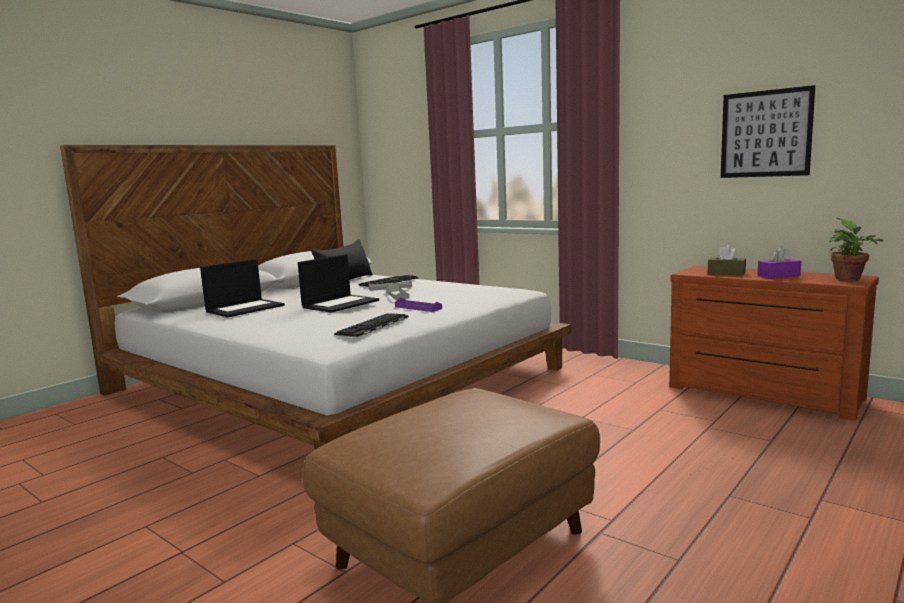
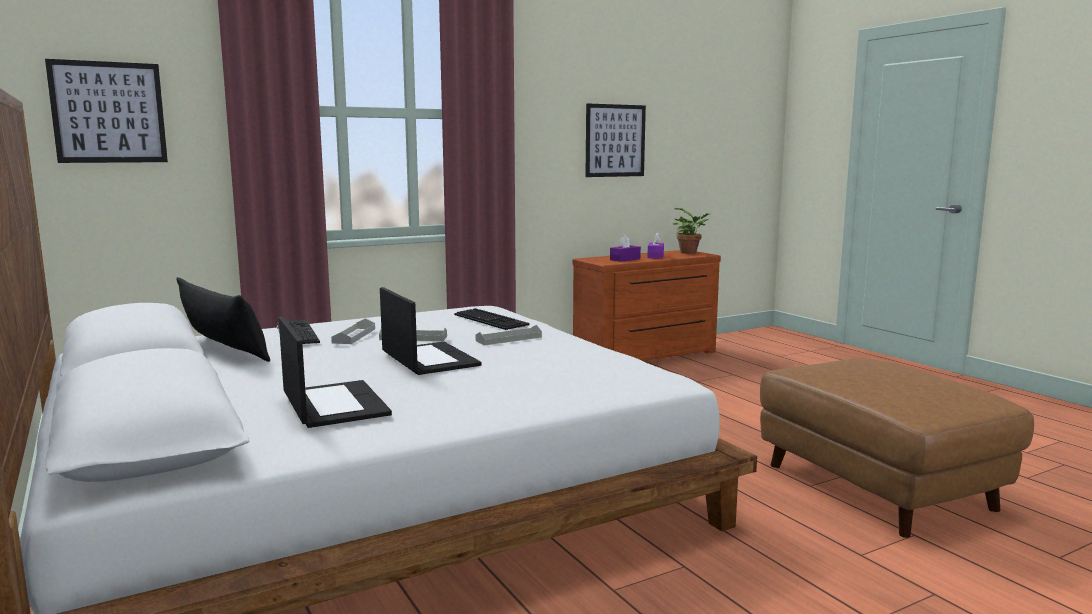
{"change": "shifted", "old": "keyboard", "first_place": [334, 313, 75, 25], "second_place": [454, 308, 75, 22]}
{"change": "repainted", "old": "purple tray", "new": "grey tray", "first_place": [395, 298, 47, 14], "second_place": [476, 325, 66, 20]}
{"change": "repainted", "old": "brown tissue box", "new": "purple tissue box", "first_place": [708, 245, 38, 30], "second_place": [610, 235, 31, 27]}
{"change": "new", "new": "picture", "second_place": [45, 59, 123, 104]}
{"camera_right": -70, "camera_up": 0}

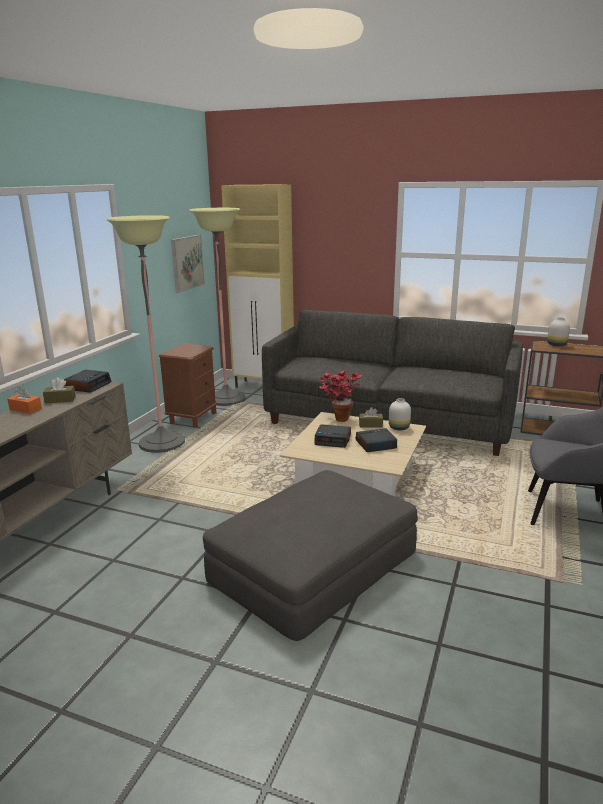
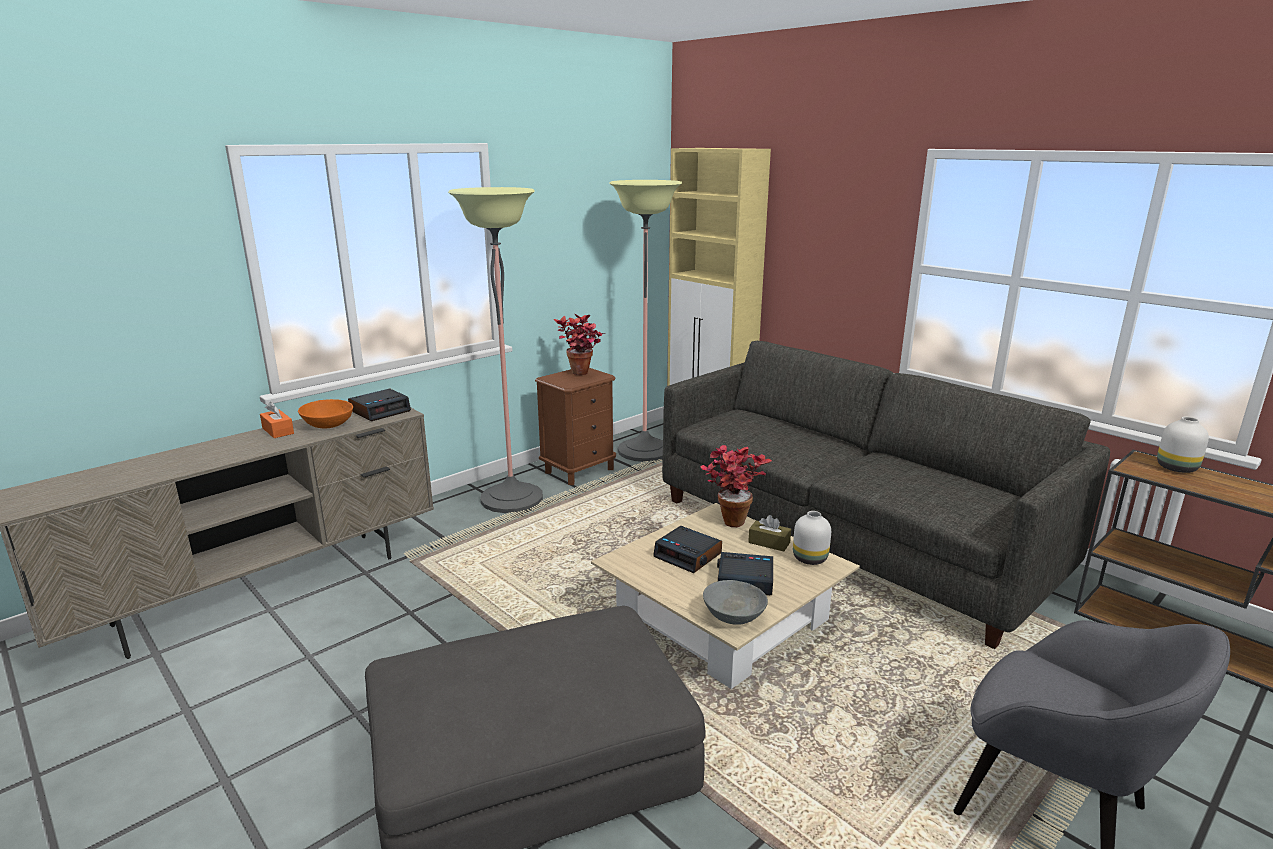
{"change": "swapped", "old": "brown tissue box", "new": "orange bowl", "first_place": [43, 378, 33, 25], "second_place": [298, 399, 55, 29]}
{"change": "gone", "old": "picture", "first_place": [171, 235, 34, 58]}
{"change": "new", "new": "potted plant", "second_place": [553, 314, 51, 61]}
{"change": "new", "new": "grey bowl", "second_place": [703, 580, 65, 45]}
{"camera_right": 25, "camera_up": 0}

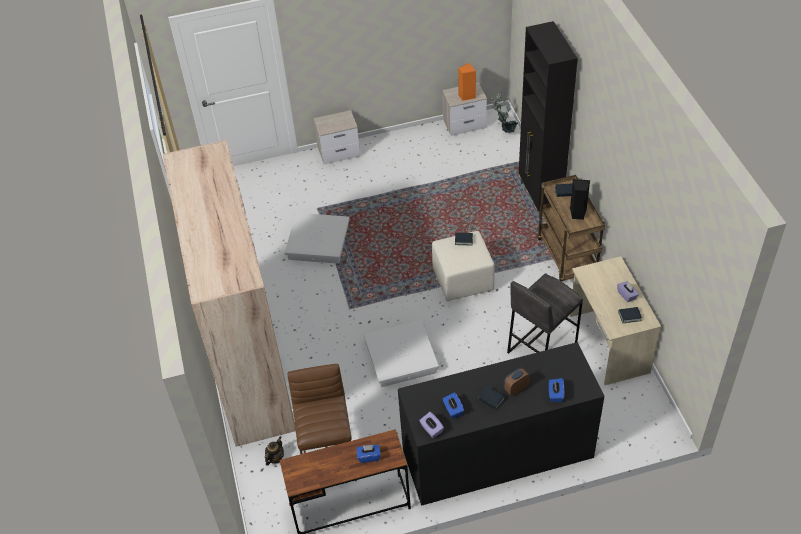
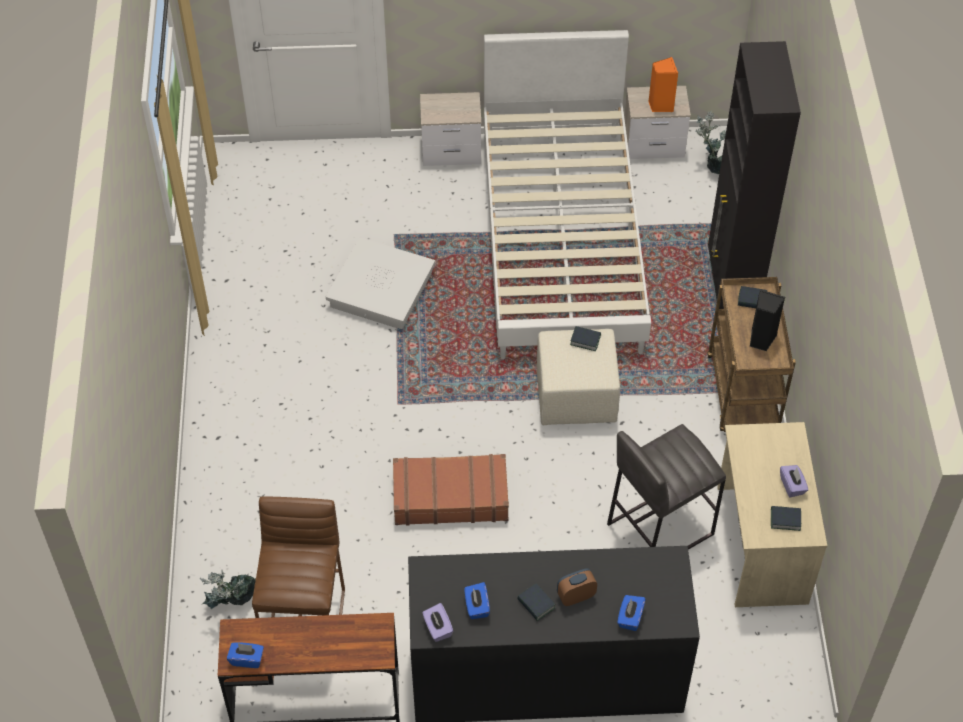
{"change": "gone", "old": "beige wardrobe", "first_place": [163, 140, 133, 307]}
{"change": "swapped", "old": "teapot", "new": "potted plant", "first_place": [265, 437, 19, 28], "second_place": [200, 570, 56, 39]}
{"change": "shifted", "old": "blue tissue box", "first_place": [357, 445, 24, 18], "second_place": [227, 642, 37, 26]}
{"change": "swapped", "old": "white storage box", "new": "brown suitcase", "first_place": [364, 320, 75, 67], "second_place": [393, 454, 116, 71]}
{"change": "new", "new": "white bed", "second_place": [484, 30, 167, 329]}
{"camera_right": 10, "camera_up": 5}

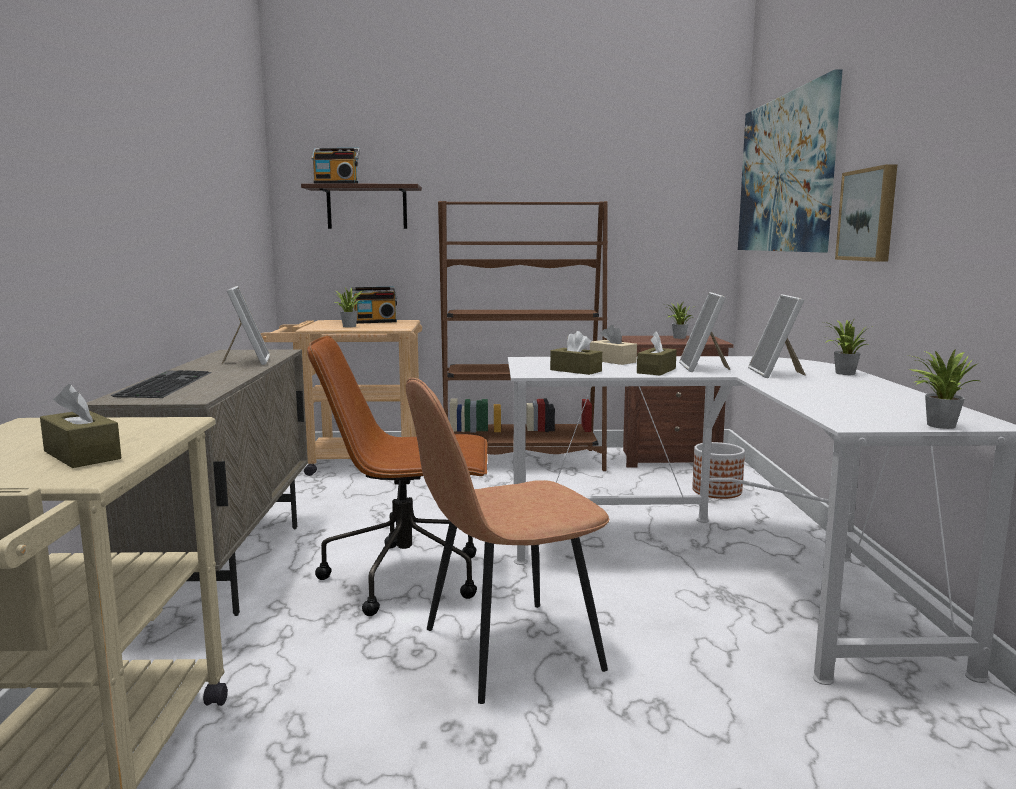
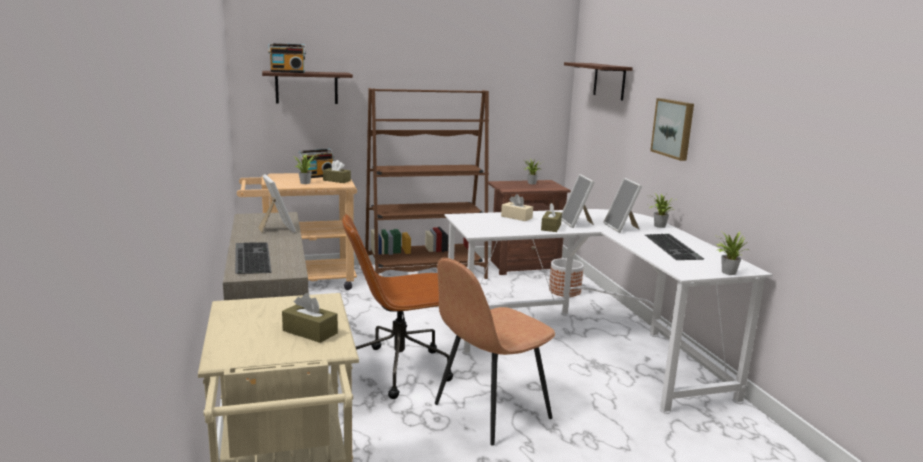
{"change": "shifted", "old": "brown tissue box", "first_place": [550, 331, 52, 44], "second_place": [323, 160, 28, 23]}
{"change": "swapped", "old": "picture", "new": "shelf", "first_place": [738, 69, 104, 183], "second_place": [564, 62, 69, 38]}
{"change": "new", "new": "keyboard", "second_place": [645, 234, 59, 26]}
{"camera_right": -15, "camera_up": 5}

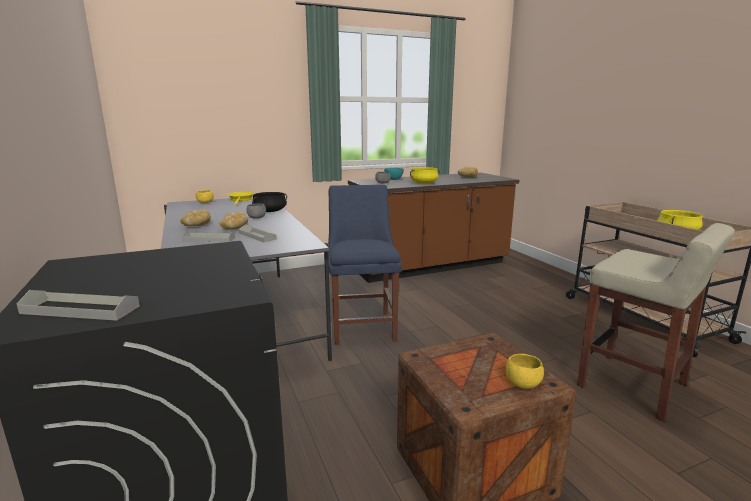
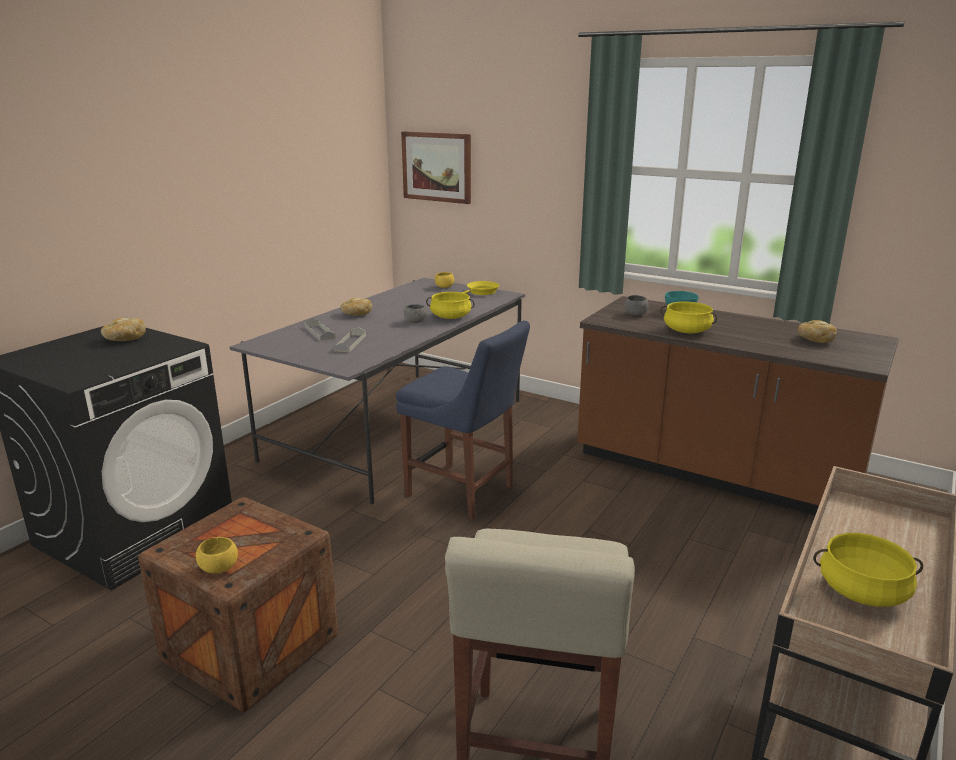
{"change": "gone", "old": "grey tray", "first_place": [16, 290, 124, 31]}
{"change": "shifted", "old": "bread", "first_place": [219, 211, 29, 18], "second_place": [101, 318, 45, 23]}
{"change": "repainted", "old": "black cooking pot", "new": "yellow cooking pot", "first_place": [252, 192, 35, 20], "second_place": [426, 292, 49, 27]}
{"change": "rotated", "old": "blue chair", "first_place": [328, 185, 74, 160], "second_place": [396, 321, 134, 199], "degrees": 75}
{"change": "new", "new": "picture", "second_place": [401, 132, 70, 72]}
{"camera_right": 55, "camera_up": 5}

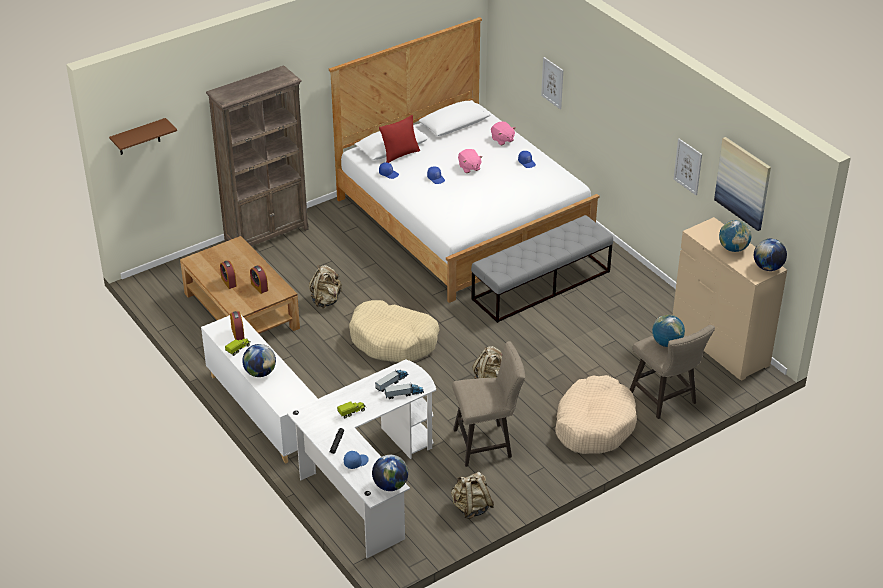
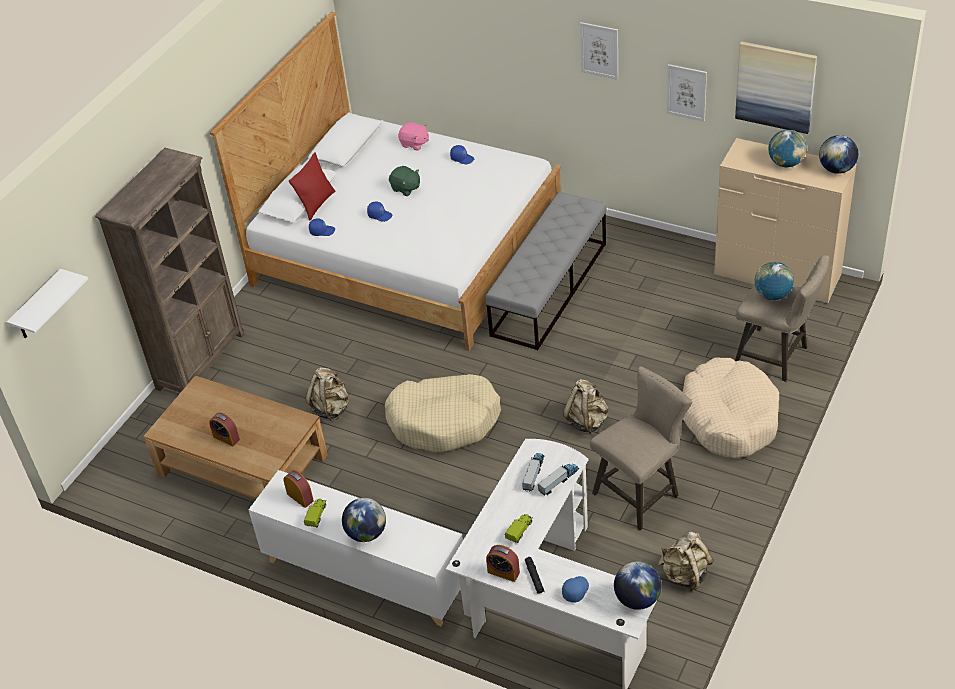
{"change": "repainted", "old": "brown shelf", "new": "white shelf", "first_place": [109, 118, 68, 37], "second_place": [7, 269, 81, 69]}
{"change": "shifted", "old": "alarm clock", "first_place": [250, 265, 18, 29], "second_place": [486, 545, 34, 37]}
{"change": "repainted", "old": "pink plush toy", "new": "green plush toy", "first_place": [458, 149, 25, 24], "second_place": [389, 166, 31, 30]}
{"change": "shifted", "old": "picture", "first_place": [541, 57, 22, 52], "second_place": [580, 22, 38, 58]}
{"camera_right": -25, "camera_up": 5}

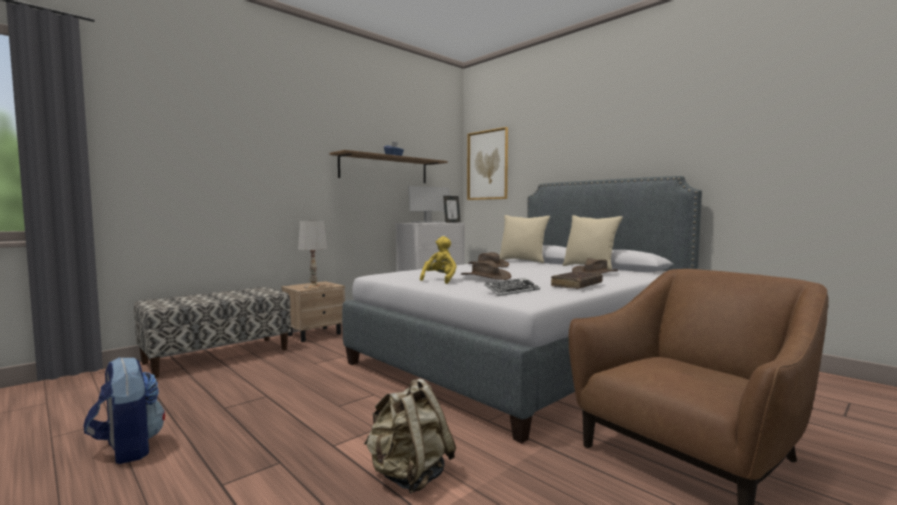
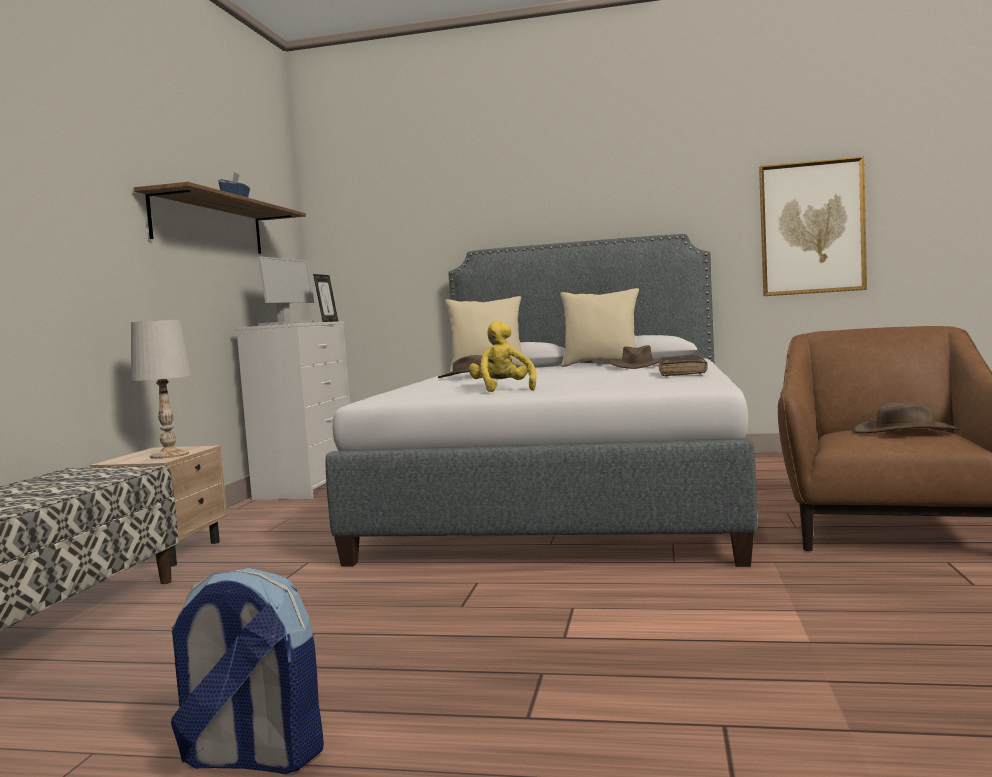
{"change": "gone", "old": "beige backpack", "first_place": [364, 379, 92, 115]}
{"change": "shifted", "old": "brown hat", "first_place": [461, 260, 50, 20], "second_place": [854, 401, 105, 32]}
{"change": "shifted", "old": "picture", "first_place": [467, 127, 41, 73], "second_place": [759, 156, 108, 140]}
{"change": "gone", "old": "keyboard", "first_place": [484, 278, 56, 18]}
{"camera_right": -35, "camera_up": 0}

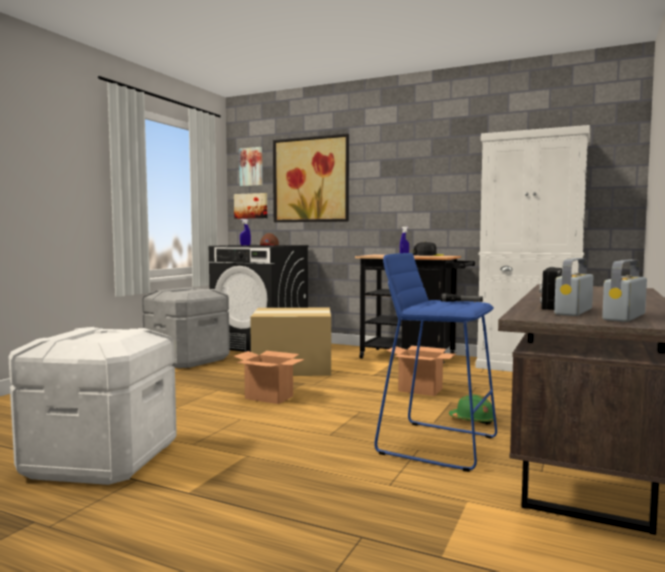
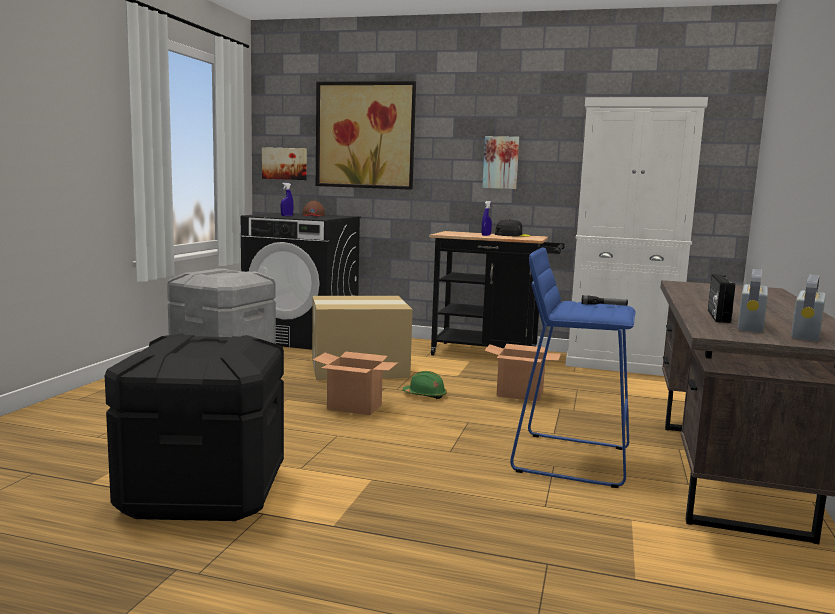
{"change": "repainted", "old": "white storage box", "new": "black storage box", "first_place": [9, 327, 168, 158], "second_place": [105, 333, 179, 188]}
{"change": "shifted", "old": "picture", "first_place": [239, 147, 23, 39], "second_place": [482, 136, 37, 53]}
{"change": "shifted", "old": "green hard hat", "first_place": [449, 394, 48, 31], "second_place": [403, 371, 44, 28]}
{"camera_right": -10, "camera_up": 5}

